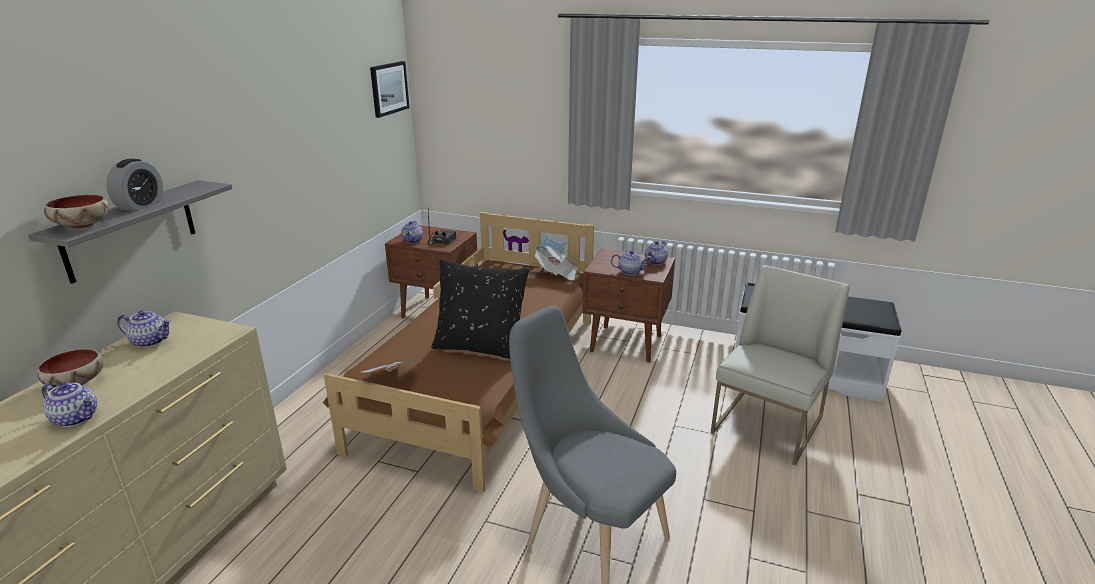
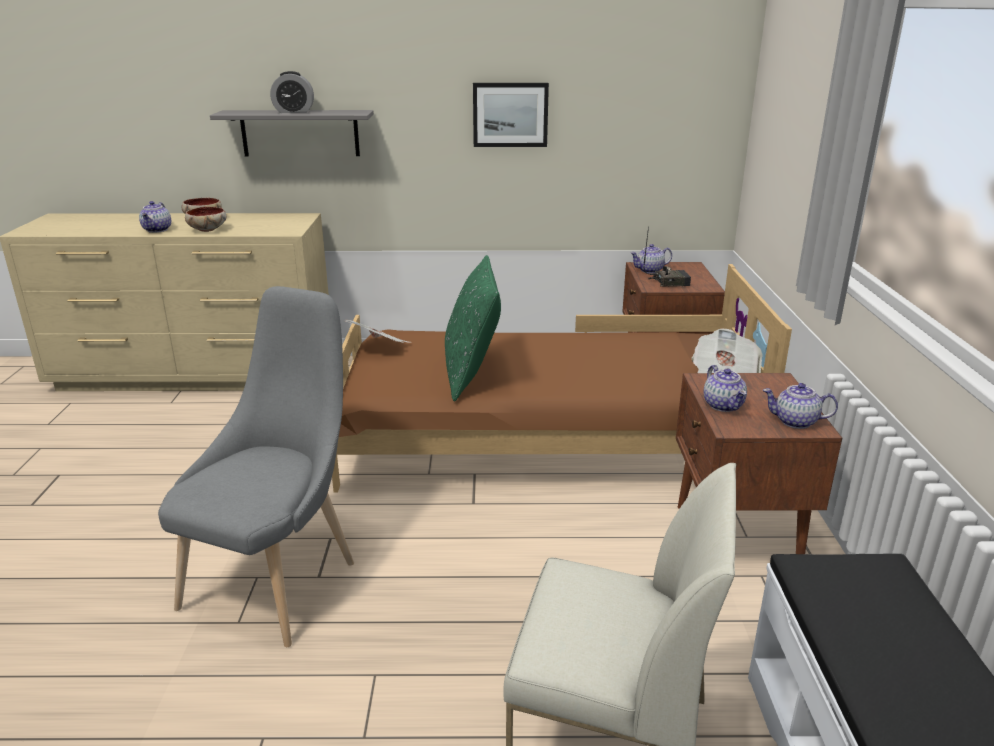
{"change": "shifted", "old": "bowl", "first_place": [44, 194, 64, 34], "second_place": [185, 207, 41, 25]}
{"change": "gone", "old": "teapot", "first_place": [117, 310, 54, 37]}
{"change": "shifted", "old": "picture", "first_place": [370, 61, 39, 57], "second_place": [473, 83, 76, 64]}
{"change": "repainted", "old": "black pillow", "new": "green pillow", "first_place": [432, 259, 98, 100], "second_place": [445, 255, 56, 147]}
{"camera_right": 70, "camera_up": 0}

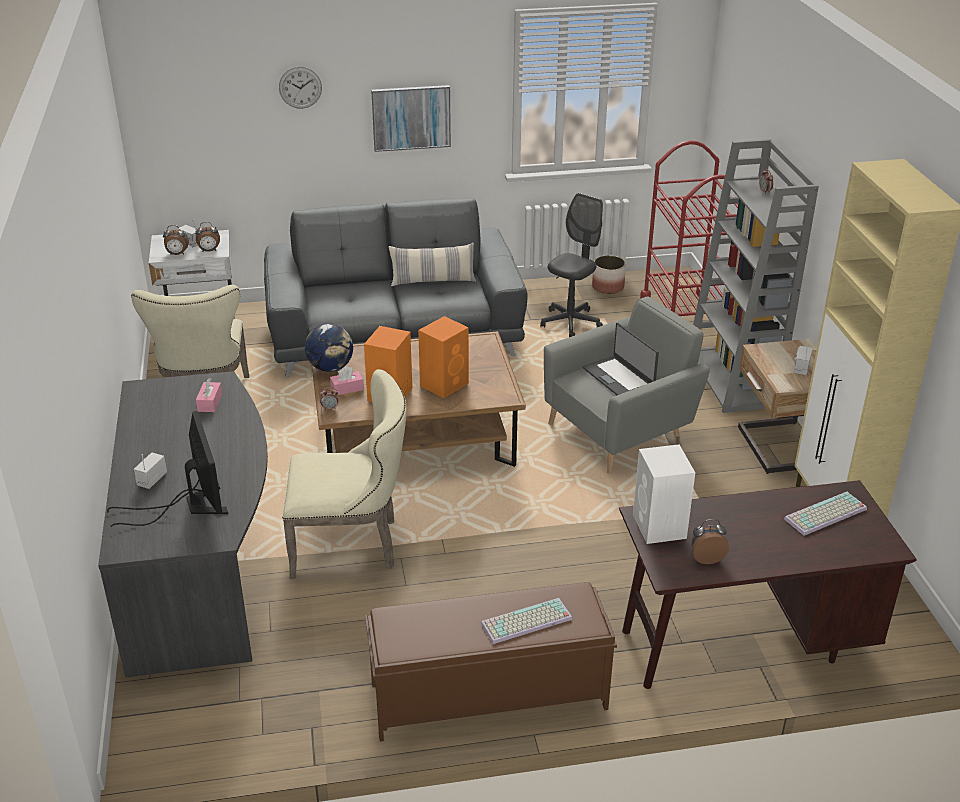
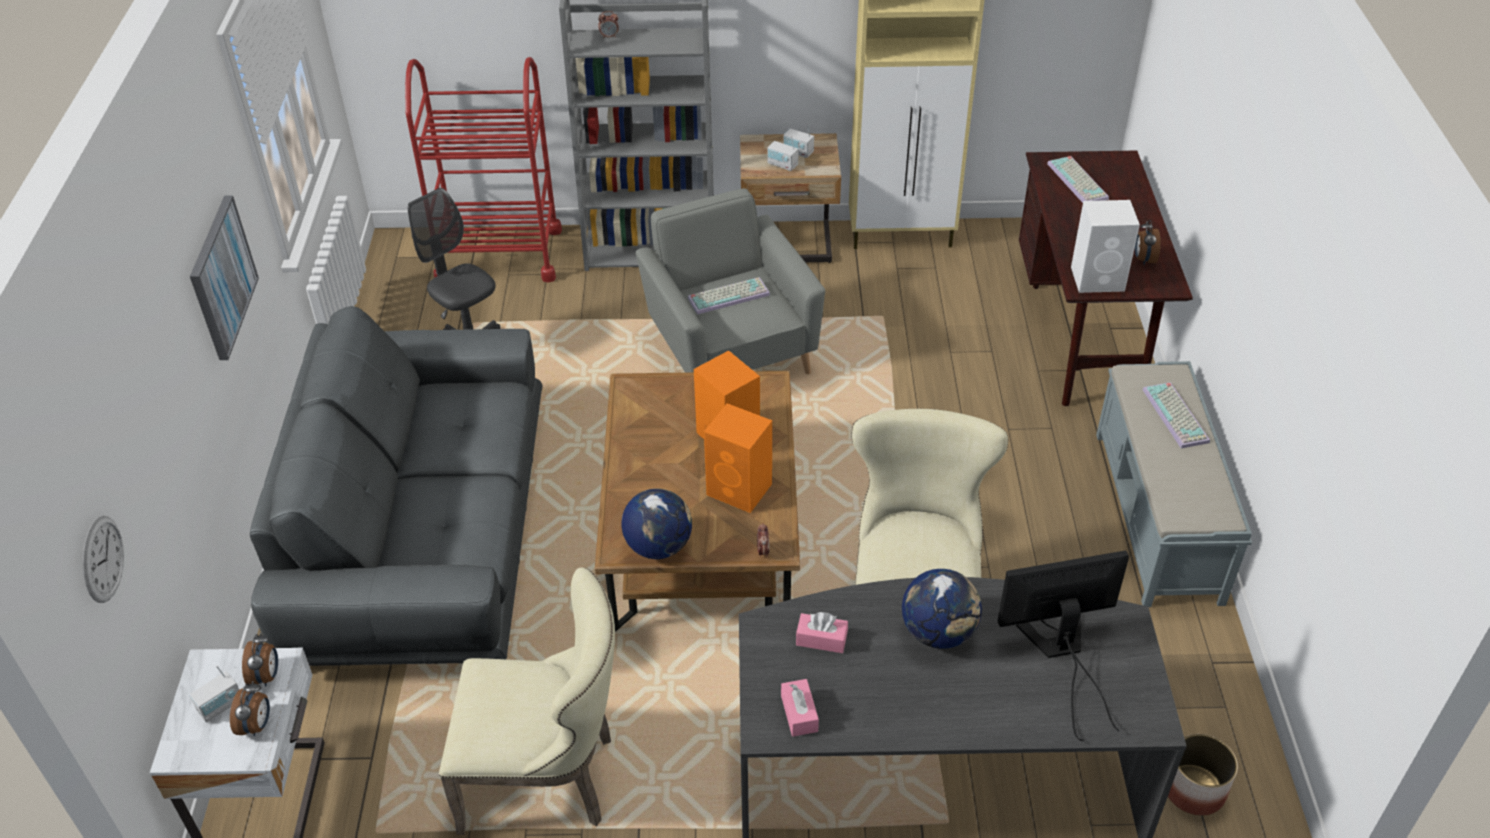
{"change": "shifted", "old": "radio", "first_place": [133, 453, 34, 36], "second_place": [768, 136, 31, 35]}
{"change": "shifted", "old": "wall clock", "first_place": [279, 67, 43, 42], "second_place": [83, 516, 41, 87]}
{"change": "shifted", "old": "pink tissue box", "first_place": [330, 366, 34, 29], "second_place": [781, 679, 38, 58]}
{"change": "repainted", "old": "brown bench", "new": "grey bench", "first_place": [365, 582, 252, 159], "second_place": [1096, 361, 156, 246]}
{"change": "gone", "old": "pillow", "first_place": [389, 243, 87, 43]}
{"change": "swapped", "old": "laptop", "new": "keyboard", "first_place": [583, 323, 76, 72], "second_place": [688, 277, 82, 37]}
{"change": "shifted", "old": "planter", "first_place": [592, 255, 34, 39], "second_place": [1168, 734, 70, 82]}
{"change": "new", "new": "globe", "second_place": [902, 569, 80, 80]}
{"camera_right": -80, "camera_up": 10}

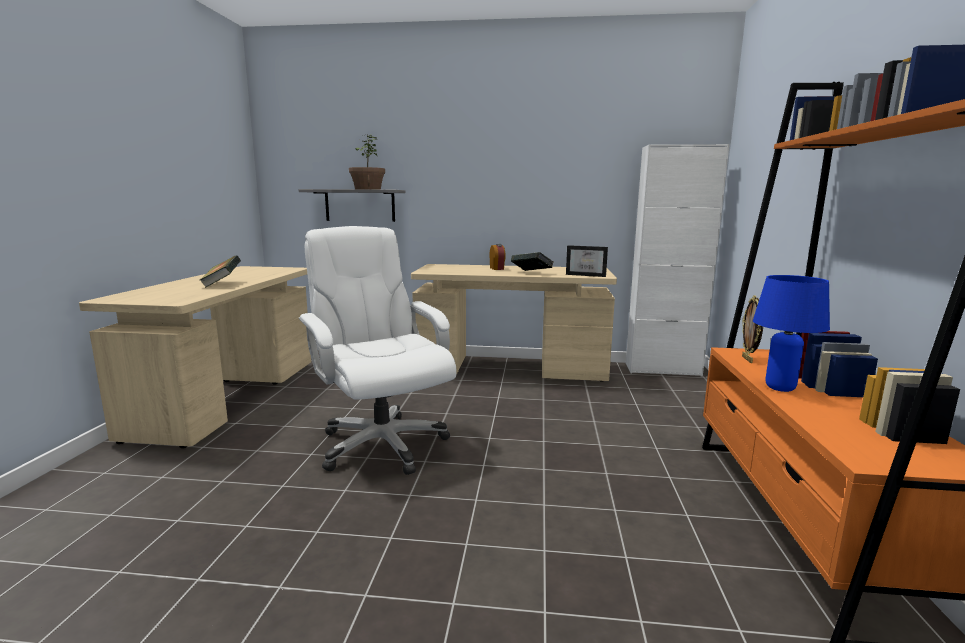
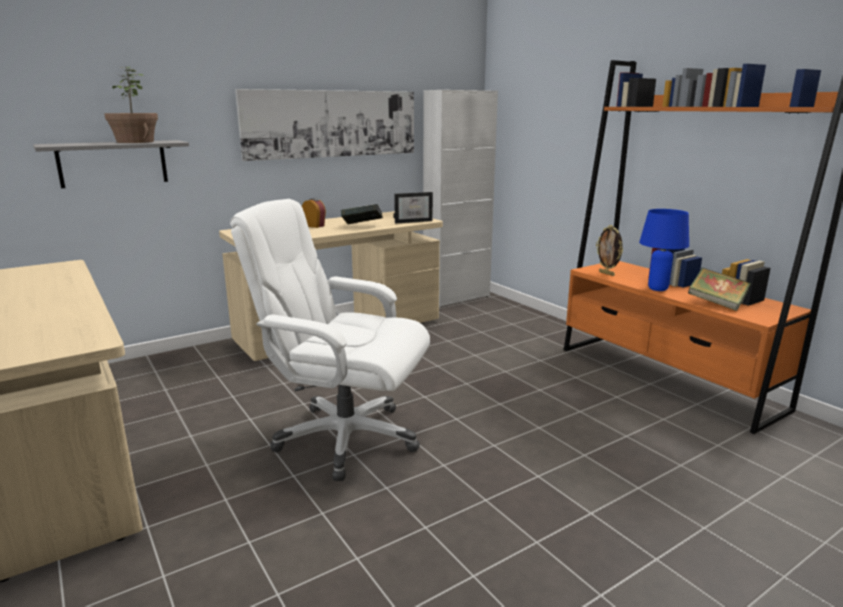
{"change": "shifted", "old": "book", "first_place": [199, 255, 42, 33], "second_place": [688, 268, 63, 43]}
{"change": "new", "new": "picture", "second_place": [235, 89, 179, 72]}
{"camera_right": -40, "camera_up": 5}

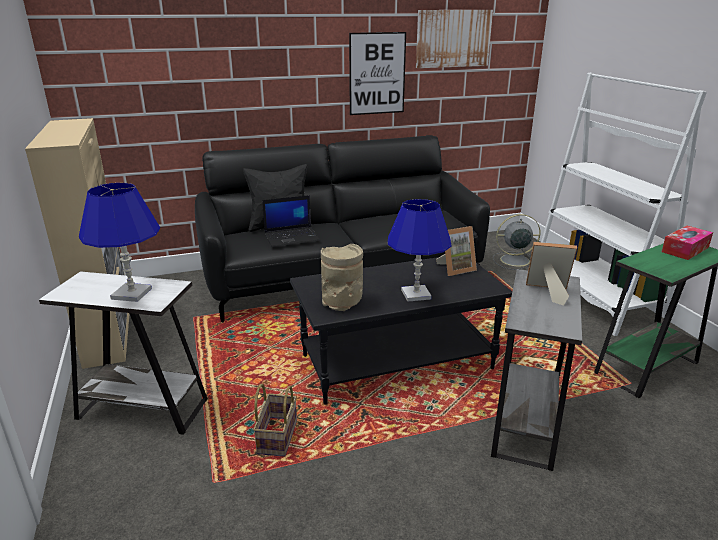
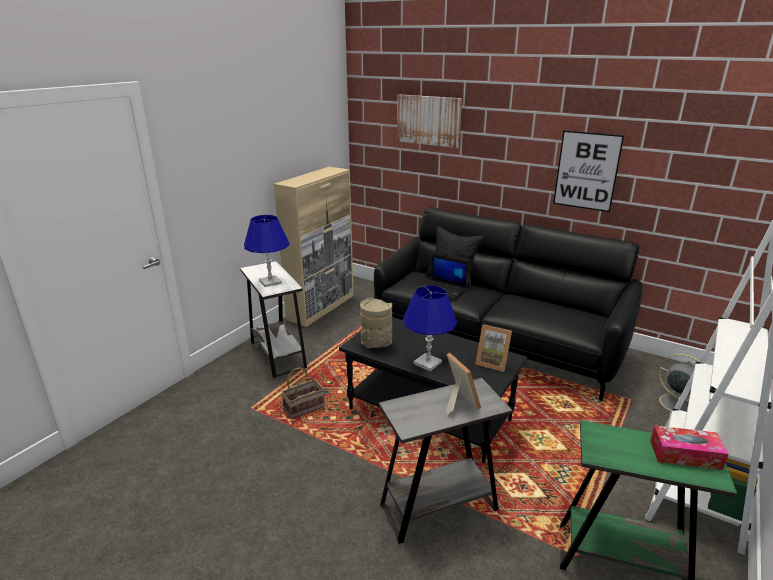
{"change": "shifted", "old": "picture", "first_place": [416, 10, 77, 58], "second_place": [397, 94, 65, 54]}
{"camera_right": 50, "camera_up": 0}

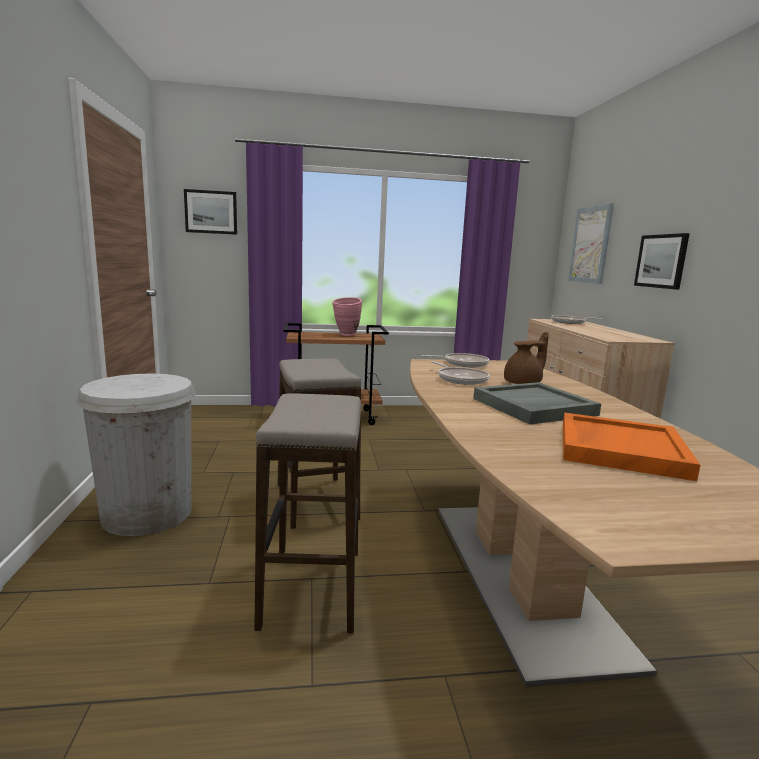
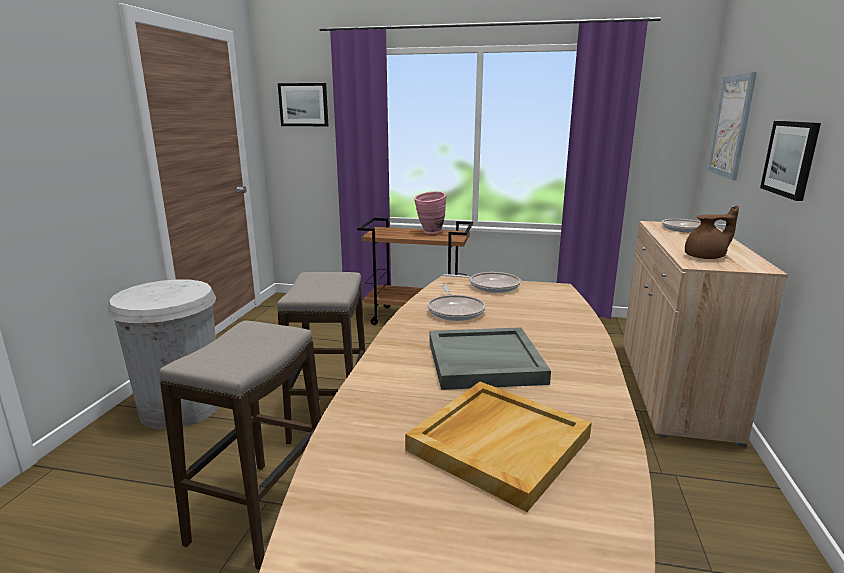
{"change": "shifted", "old": "brown teapot", "first_place": [504, 332, 45, 52], "second_place": [685, 206, 54, 53]}
{"change": "repainted", "old": "orange tray", "new": "beige tray", "first_place": [563, 413, 137, 68], "second_place": [405, 382, 187, 130]}
{"camera_right": 20, "camera_up": 5}

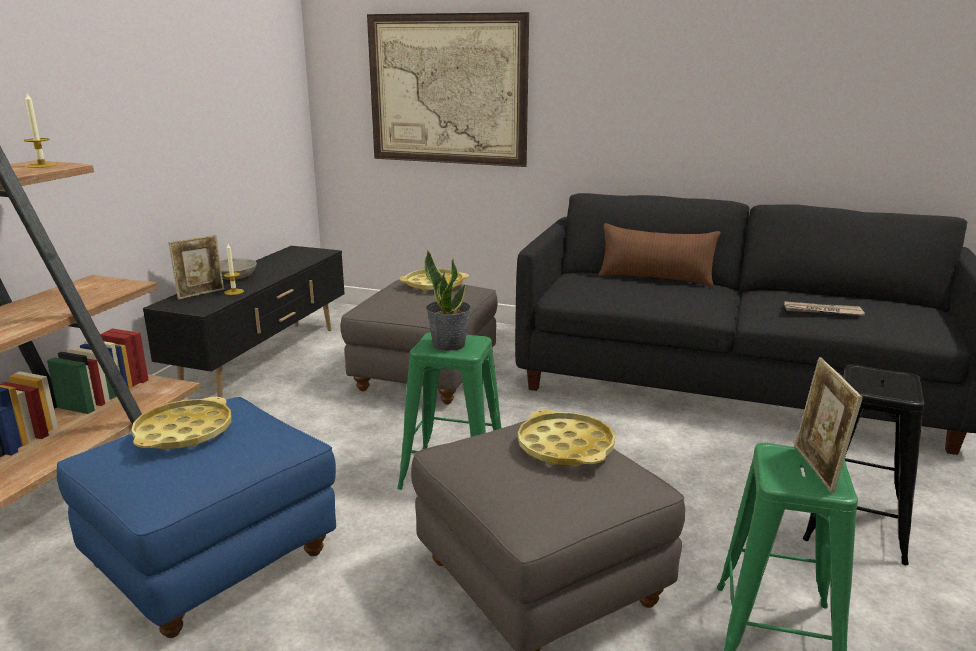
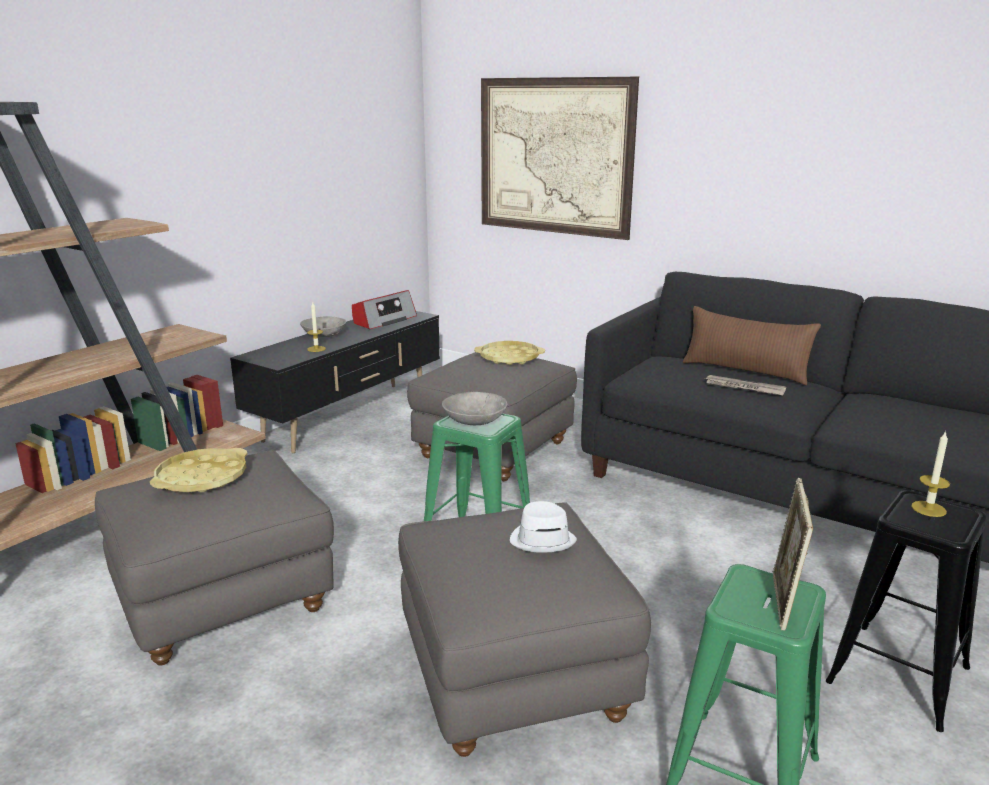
{"change": "shifted", "old": "candle", "first_place": [24, 93, 33, 75], "second_place": [911, 431, 39, 86]}
{"change": "repainted", "old": "blue ottoman", "new": "grey ottoman", "first_place": [57, 397, 279, 241], "second_place": [95, 451, 239, 215]}
{"change": "gone", "old": "picture frame", "first_place": [168, 235, 56, 65]}
{"change": "swapped", "old": "potted plant", "new": "grey bowl", "first_place": [424, 250, 47, 101], "second_place": [442, 392, 65, 33]}
{"change": "swapped", "old": "yellow tray", "new": "white hat", "first_place": [518, 410, 97, 56], "second_place": [510, 501, 67, 52]}
{"change": "shifted", "old": "newspaper", "first_place": [784, 301, 81, 15], "second_place": [704, 375, 82, 21]}
{"change": "new", "new": "radio", "second_place": [352, 290, 65, 39]}
{"camera_right": 15, "camera_up": 0}

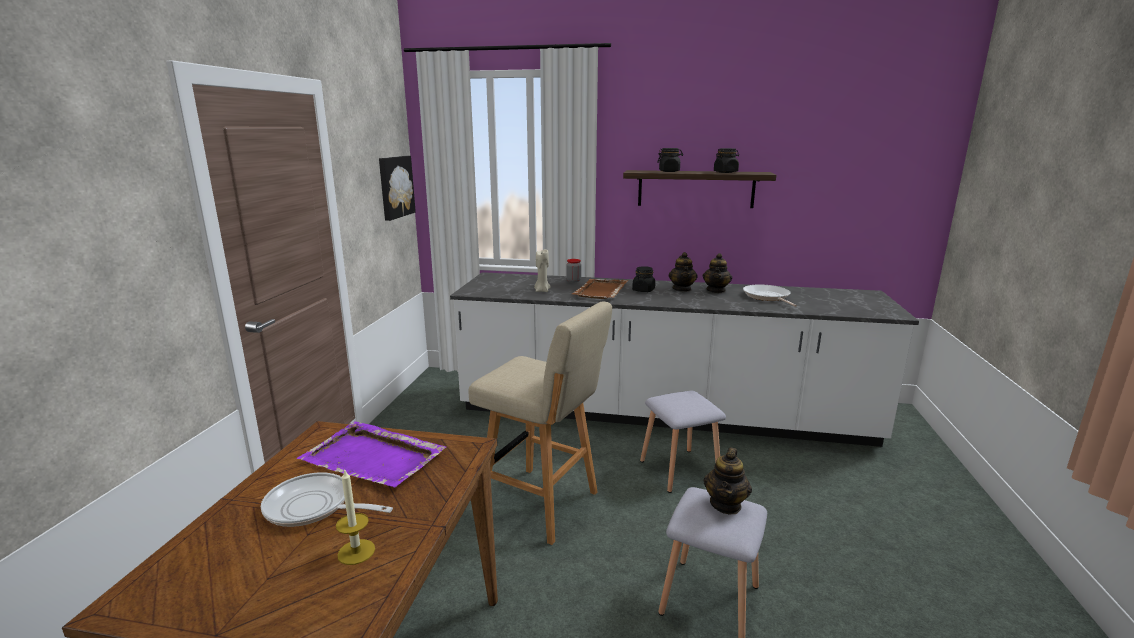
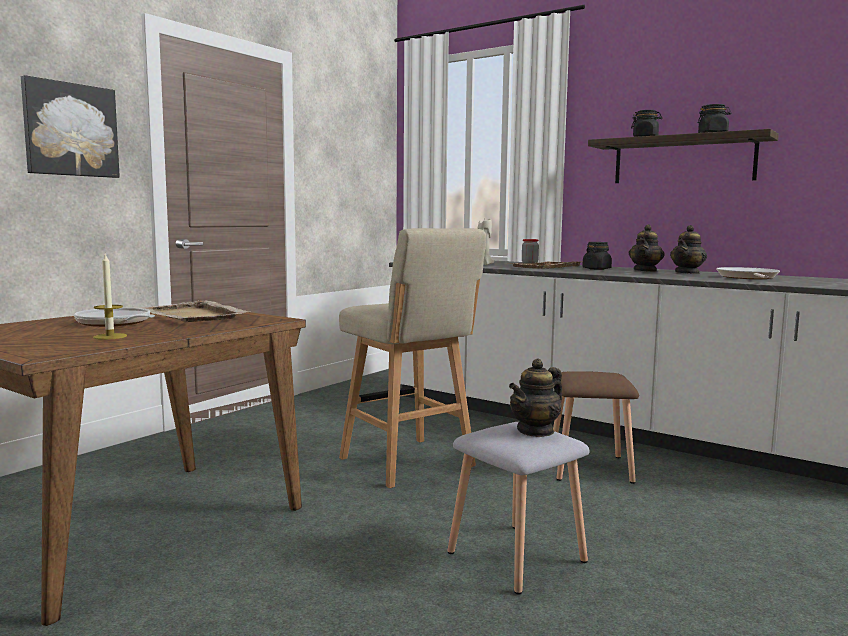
{"change": "repainted", "old": "purple tray", "new": "beige tray", "first_place": [297, 421, 149, 66], "second_place": [144, 300, 105, 22]}
{"change": "shifted", "old": "picture", "first_place": [379, 156, 37, 65], "second_place": [21, 75, 99, 103]}
{"change": "repainted", "old": "grey stool", "new": "brown stool", "first_place": [640, 391, 86, 102], "second_place": [553, 371, 86, 113]}
{"camera_right": 25, "camera_up": -10}

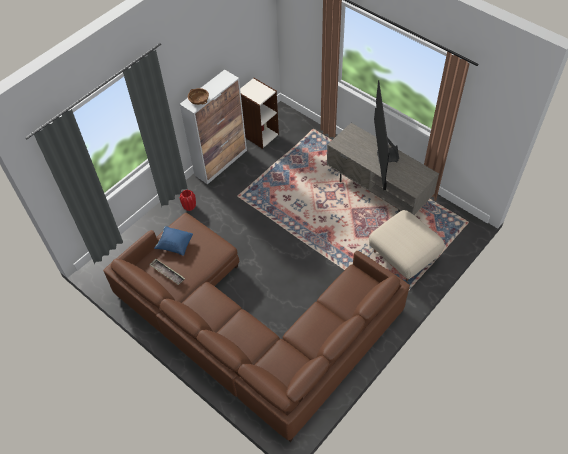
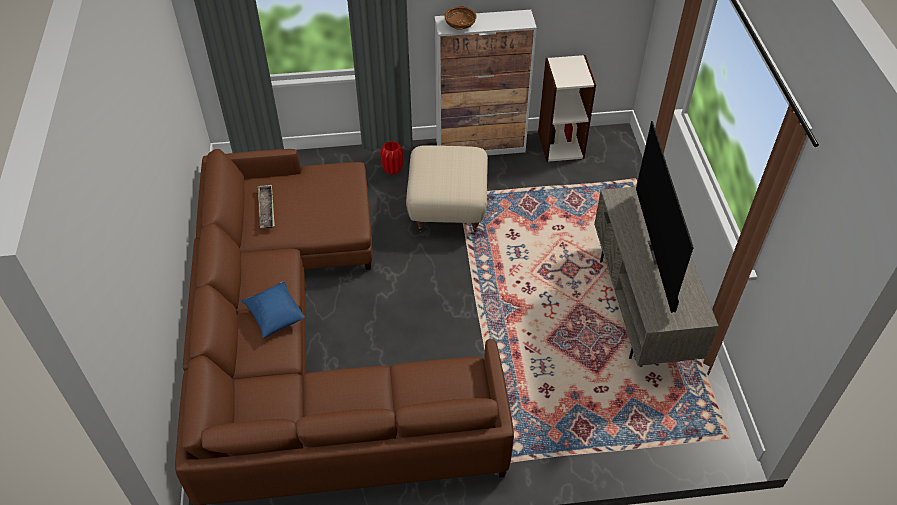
{"change": "shifted", "old": "blue pillow", "first_place": [154, 226, 39, 30], "second_place": [242, 281, 63, 57]}
{"change": "shifted", "old": "beige ottoman", "first_place": [369, 210, 76, 72], "second_place": [406, 145, 82, 89]}
{"change": "rotated", "old": "television", "first_place": [374, 80, 25, 110], "second_place": [636, 121, 58, 192], "degrees": -45}
{"camera_right": 40, "camera_up": -5}

